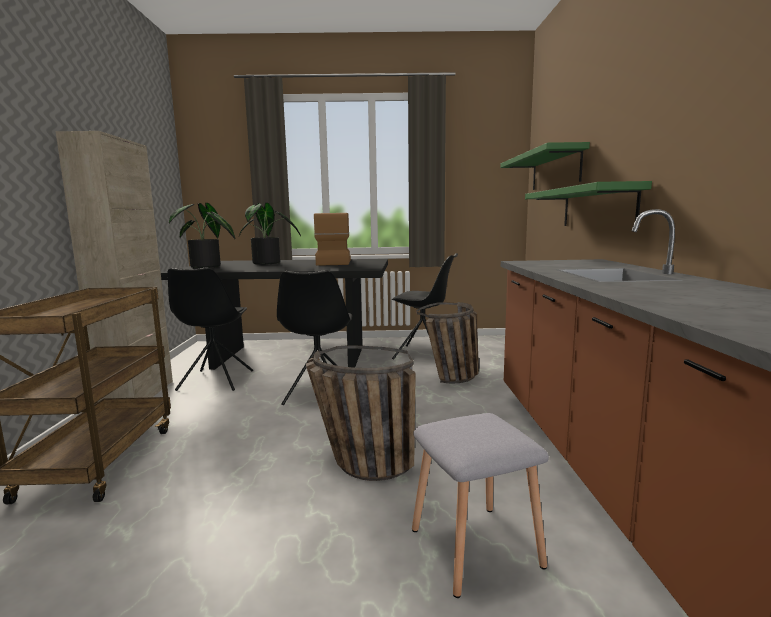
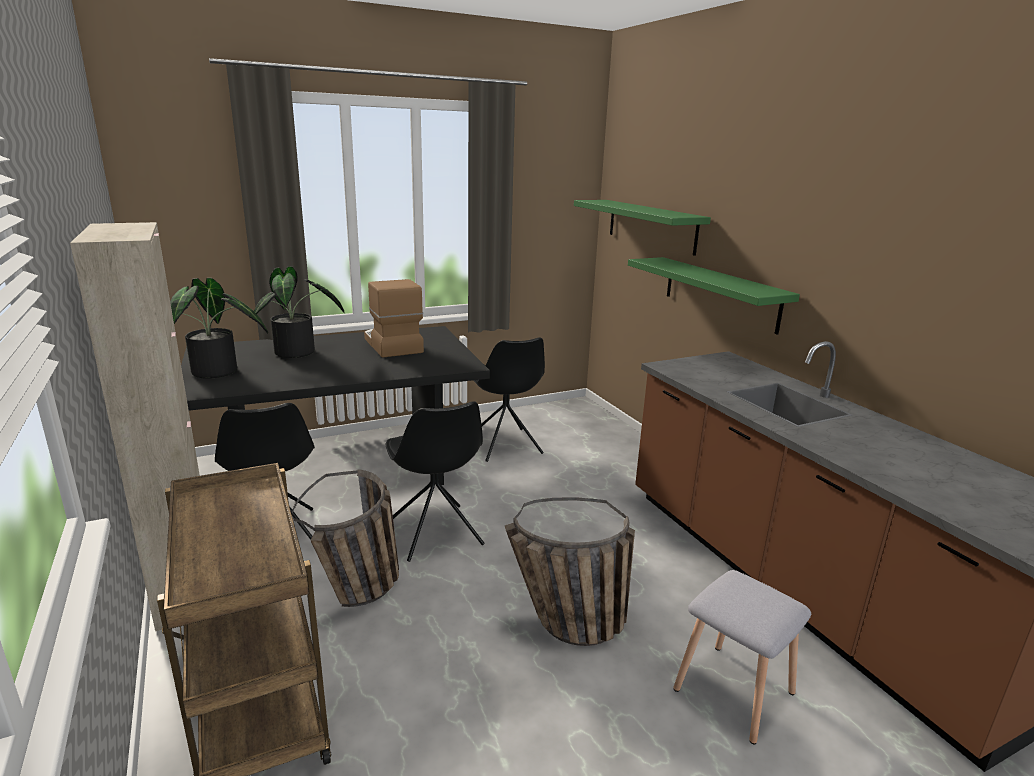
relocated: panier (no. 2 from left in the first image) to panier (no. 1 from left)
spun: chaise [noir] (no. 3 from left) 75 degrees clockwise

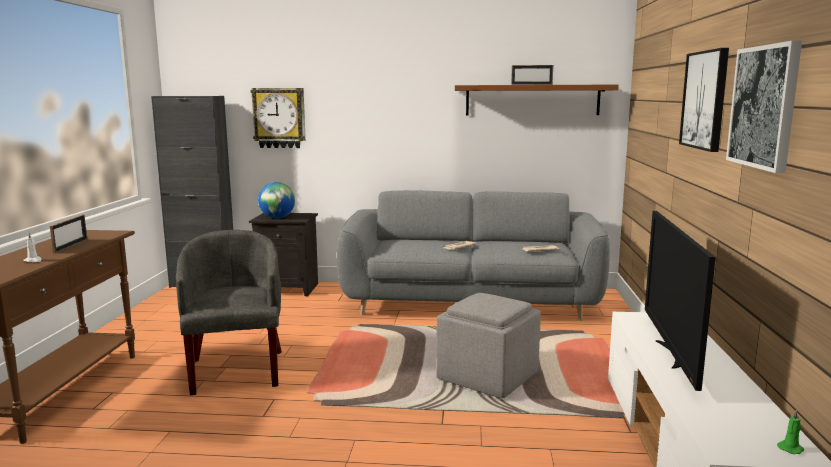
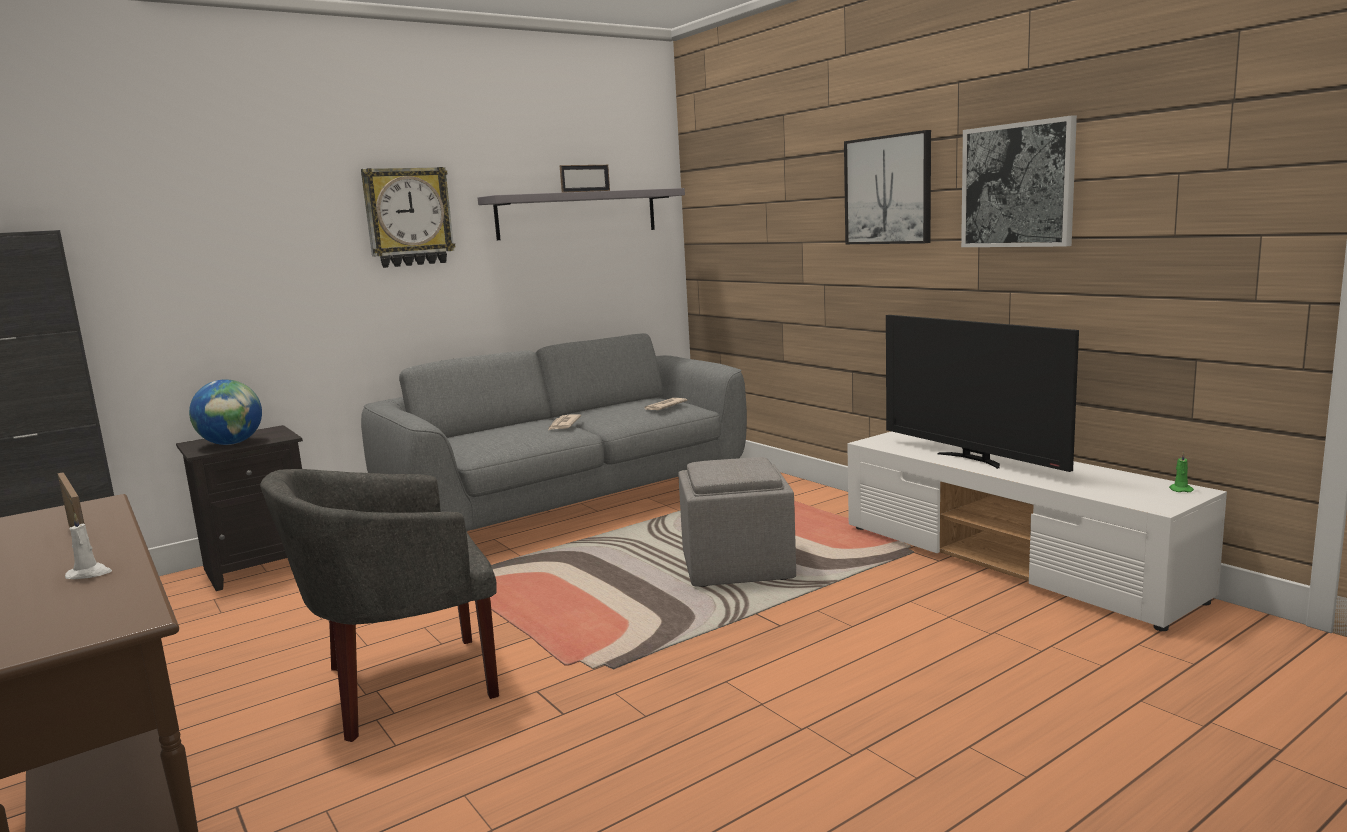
relocated: horloge murale
colour: étagère [marron] to étagère [gris]
spun: fauteuil [gris] 60 degrees counterclockwise

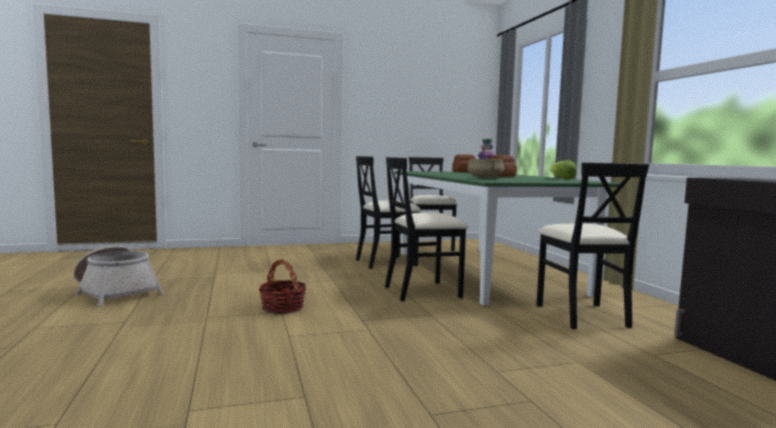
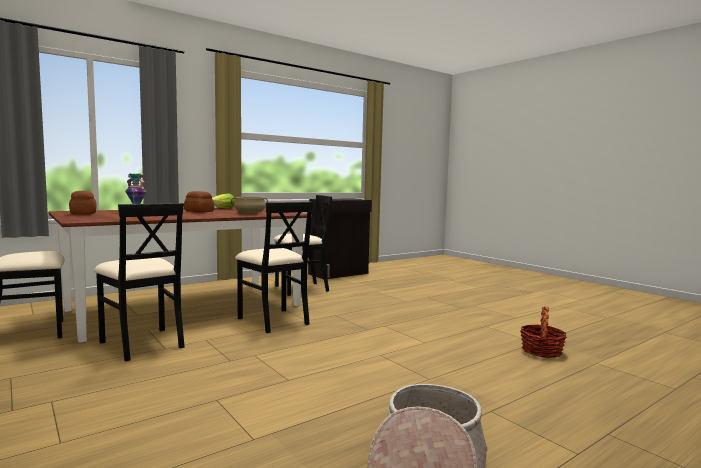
relocated: panier (no. 2 from left)
colour: table à manger [vert] to table à manger [marron]

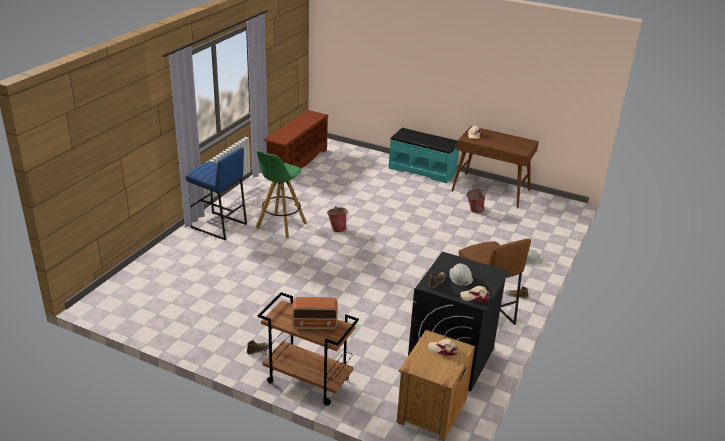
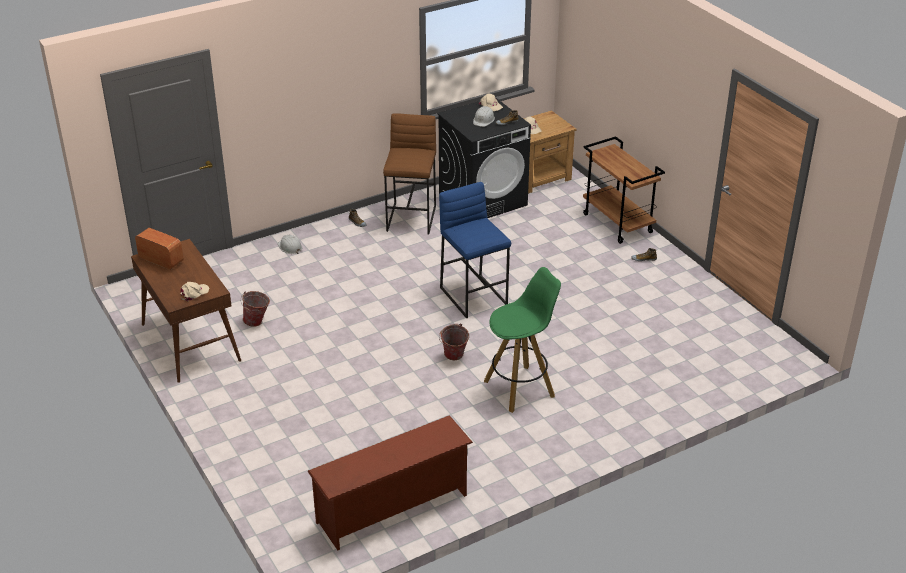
missing: banc [turquoise]
relocated: radio; tabouret [bleu]

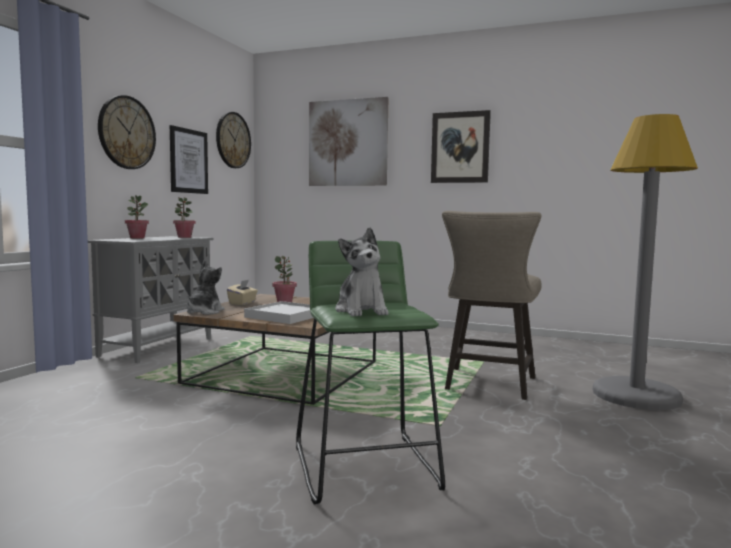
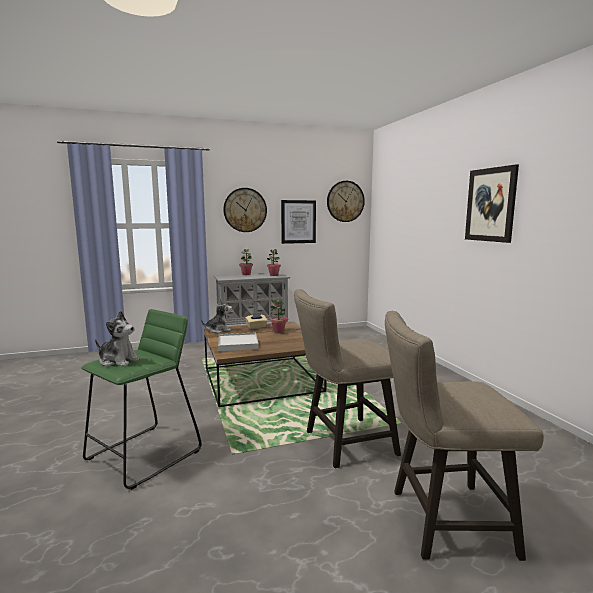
missing: tableau (no. 2 from left)
exchanged: lampadaire [gris] to tabouret [beige] (no. 2 from left)
spun: peluche (no. 2 from left in the first image) 105 degrees counterclockwise

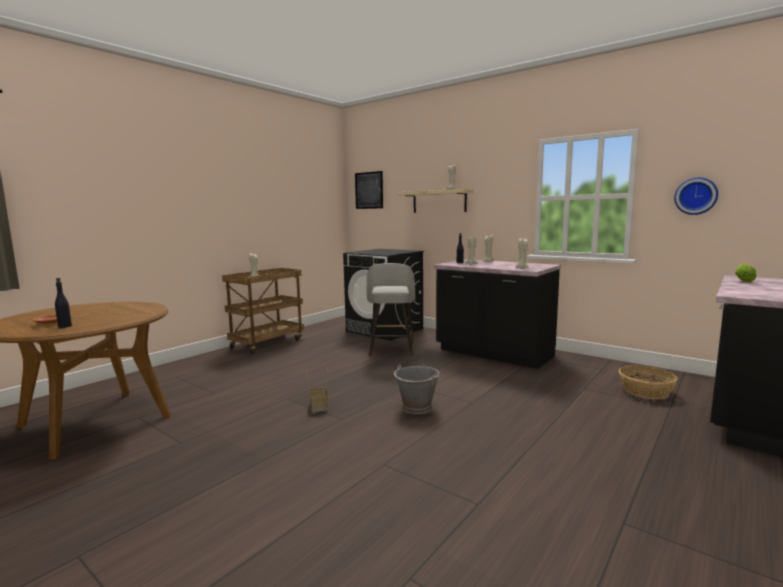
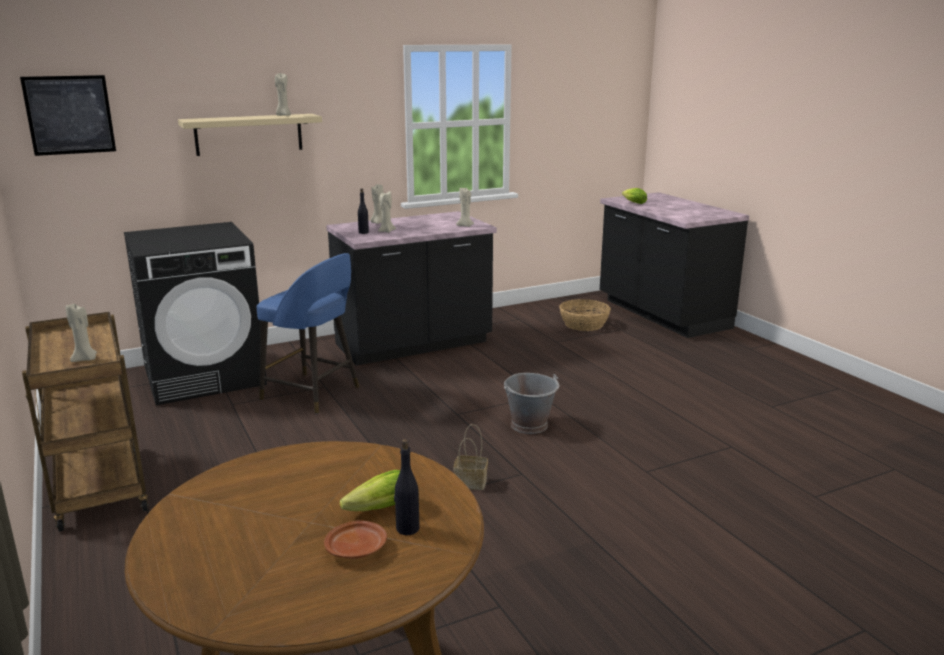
missing: horloge murale
appeared: laitue (no. 1 from left)
colour: tabouret [gris] to tabouret [bleu]

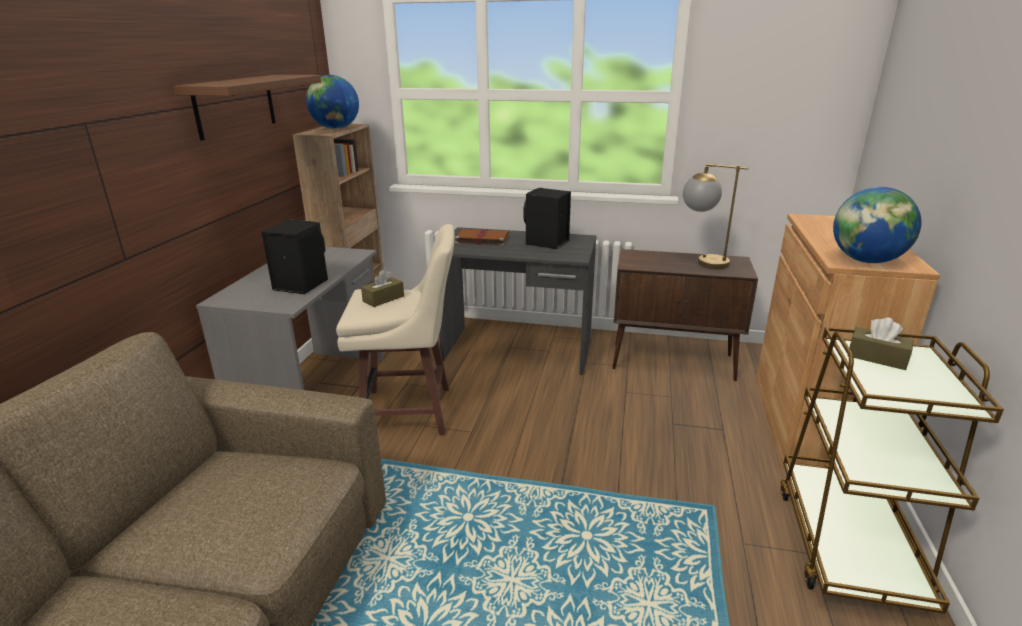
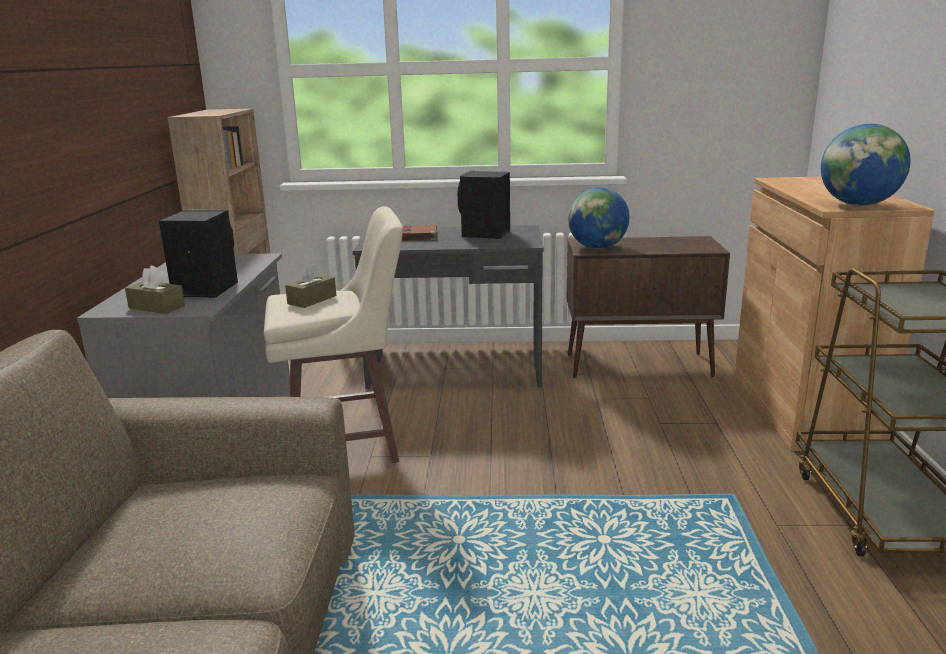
missing: étagère [marron]; lampe de table
relocated: boîte à mouchoirs [marron] (no. 2 from left in the first image) to boîte à mouchoirs [marron] (no. 1 from left); globe (no. 1 from left)

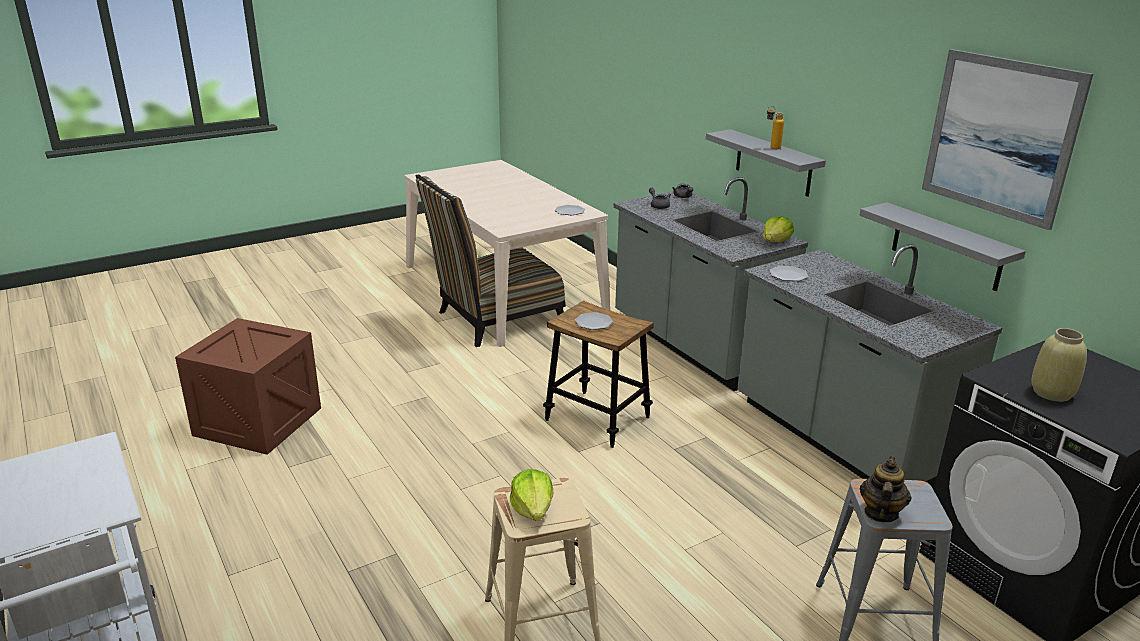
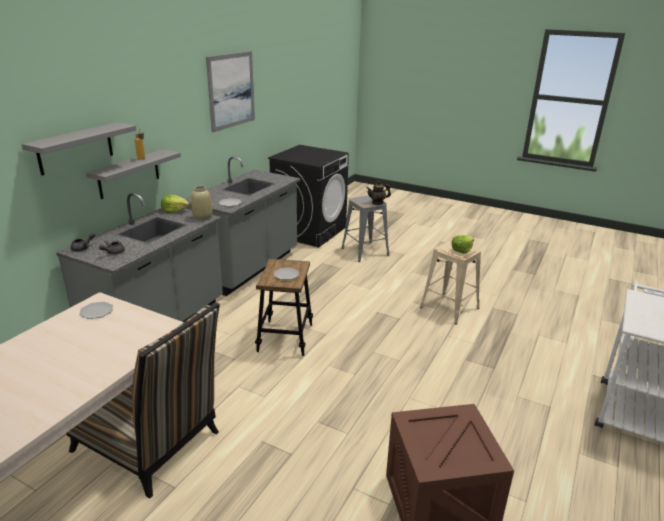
relocated: étagère [gris] (no. 2 from left in the first image) to étagère [gris] (no. 1 from left); vase [beige]

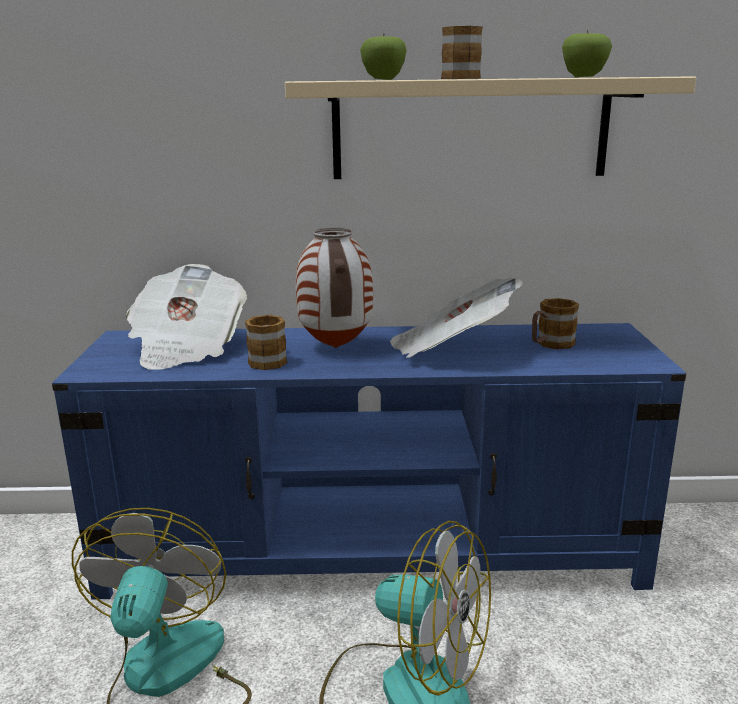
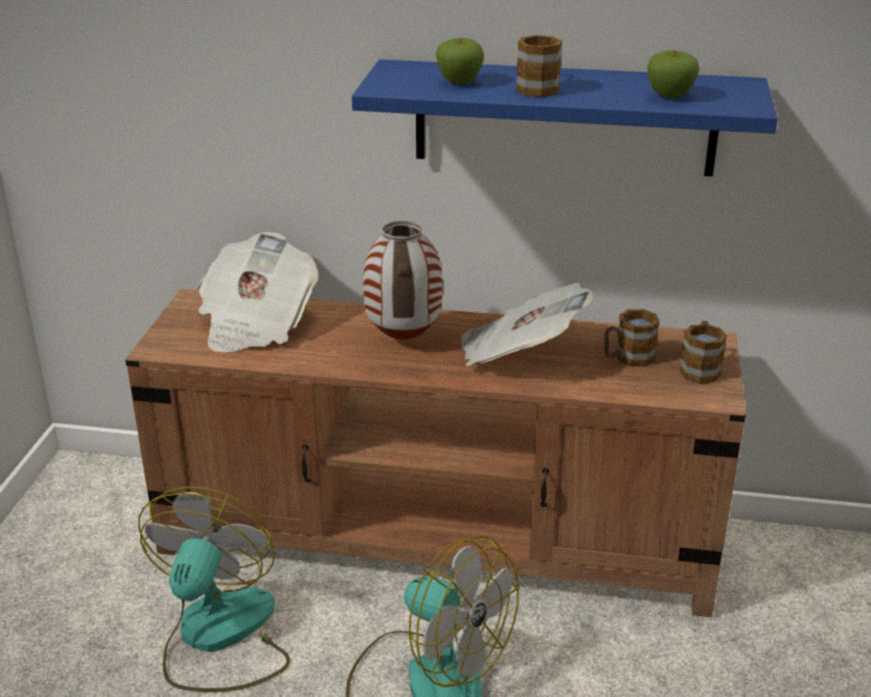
relocated: mug (no. 1 from left in the first image) to mug (no. 3 from left)
colour: meuble télé [bleu] to meuble télé [marron]; étagère [beige] to étagère [bleu]

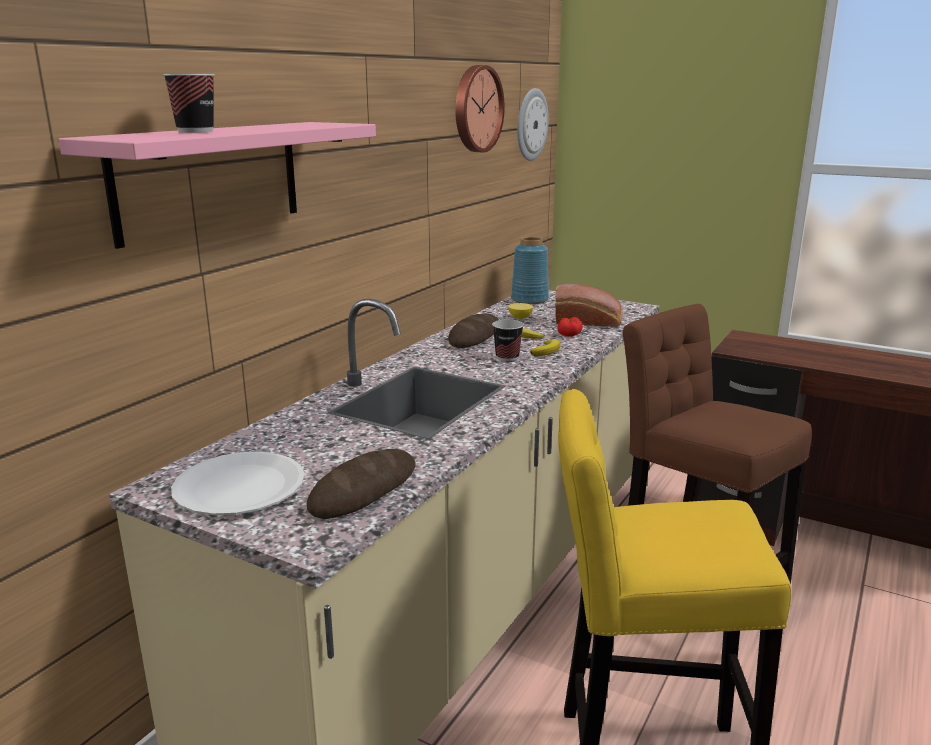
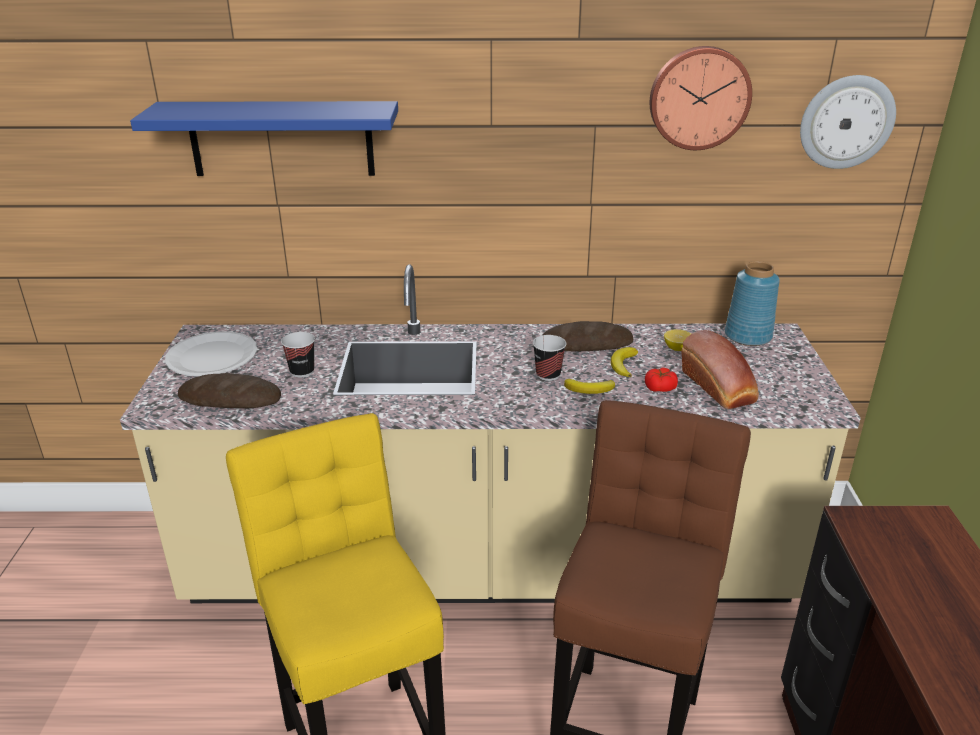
relocated: tasse (no. 1 from left)
colour: étagère [rose] to étagère [bleu]

